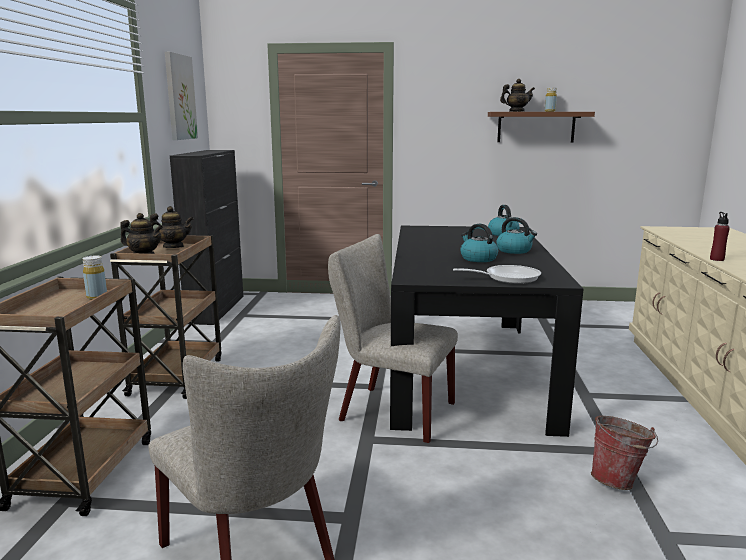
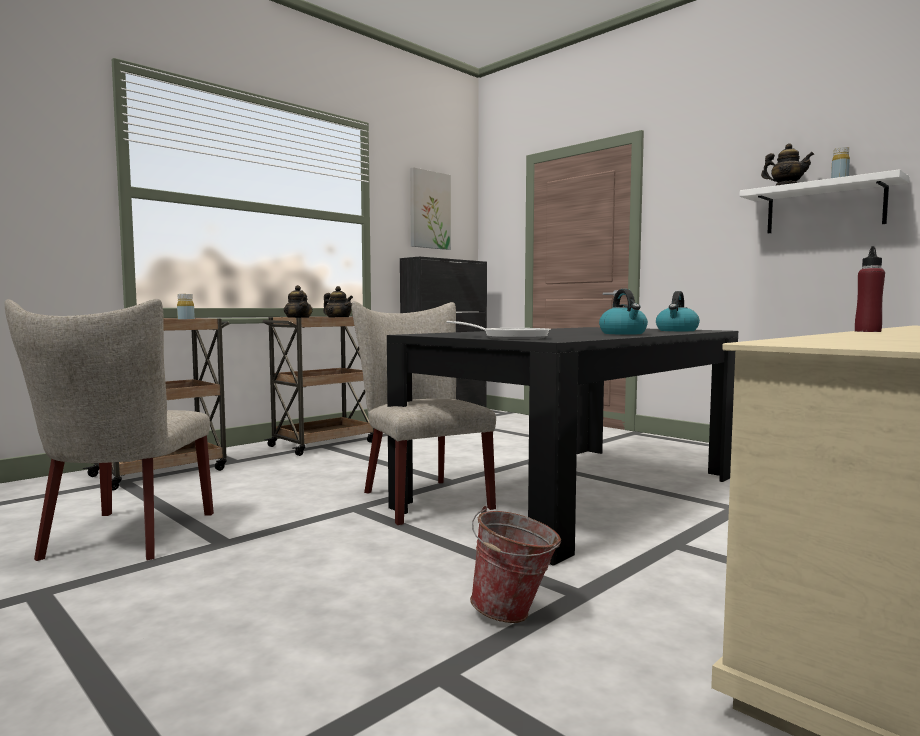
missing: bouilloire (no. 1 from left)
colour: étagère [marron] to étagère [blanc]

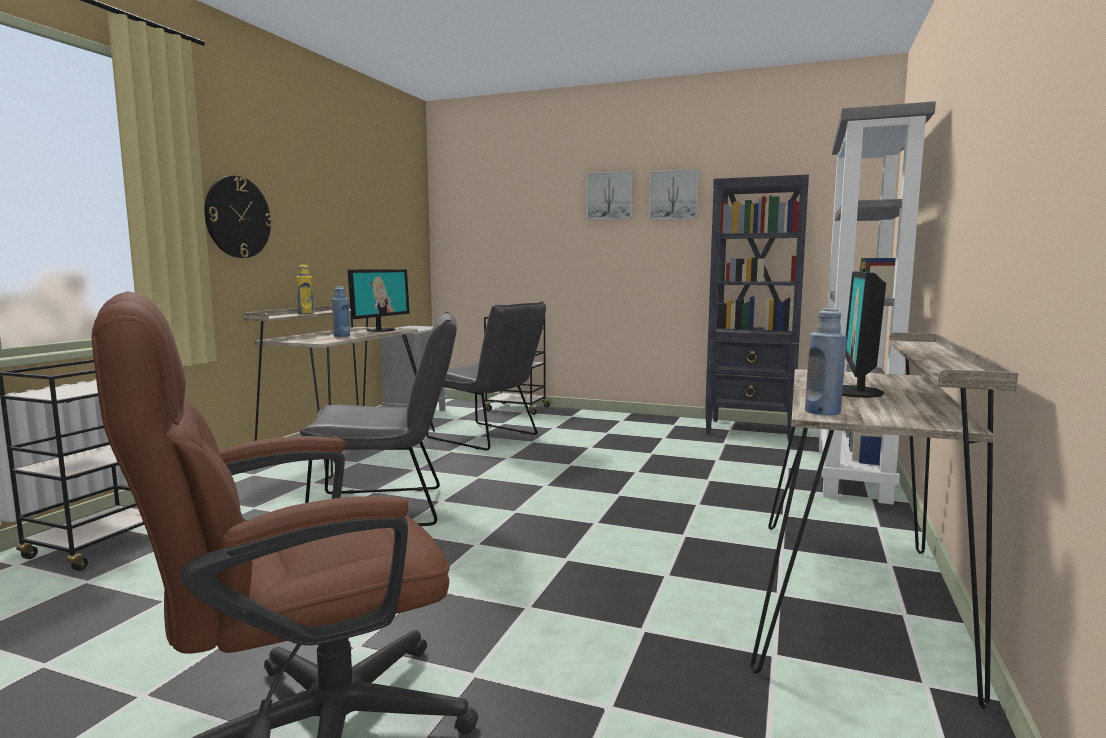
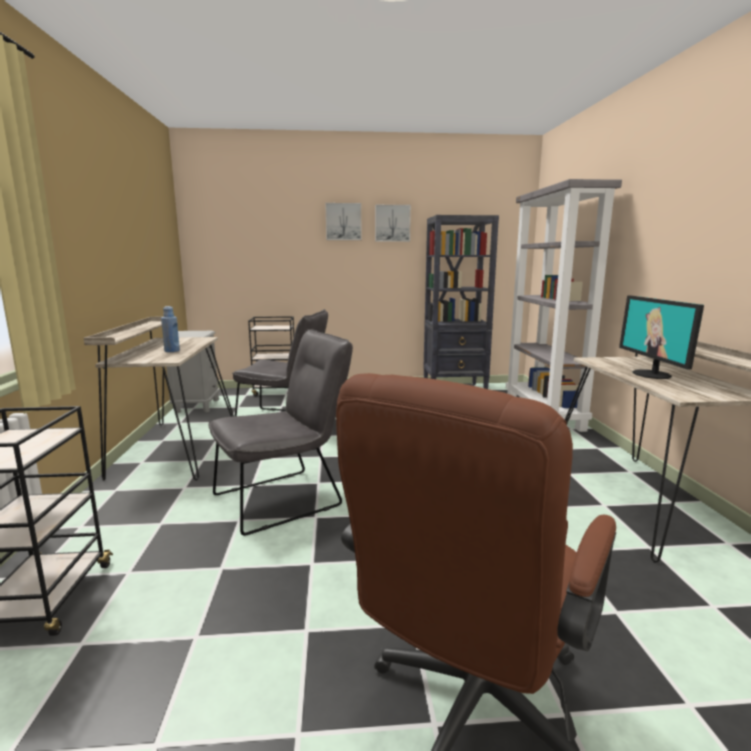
missing: horloge murale; bouteille [jaune]; écran d'ordinateur (no. 1 from left); bouteille [bleu] (no. 2 from left)

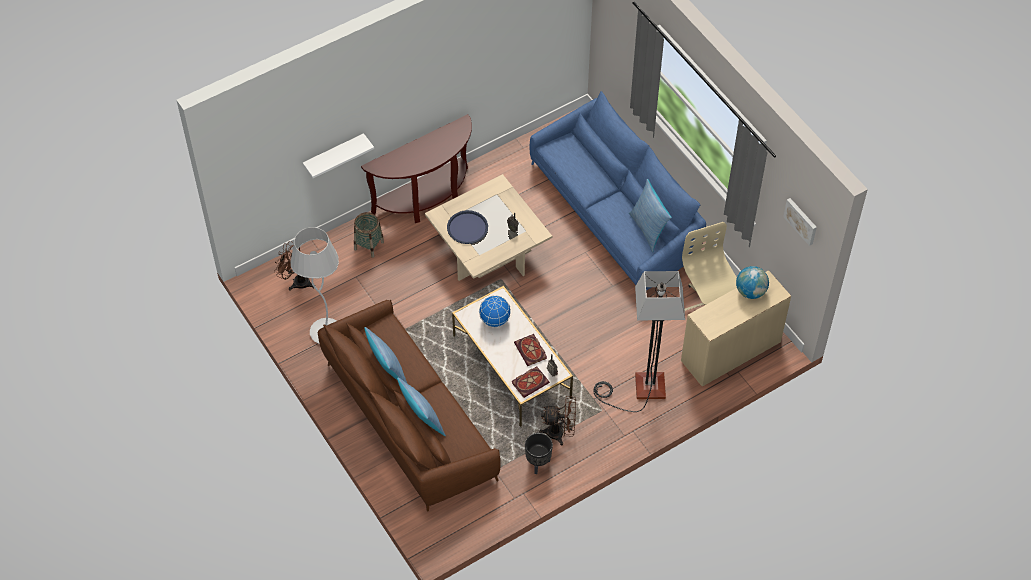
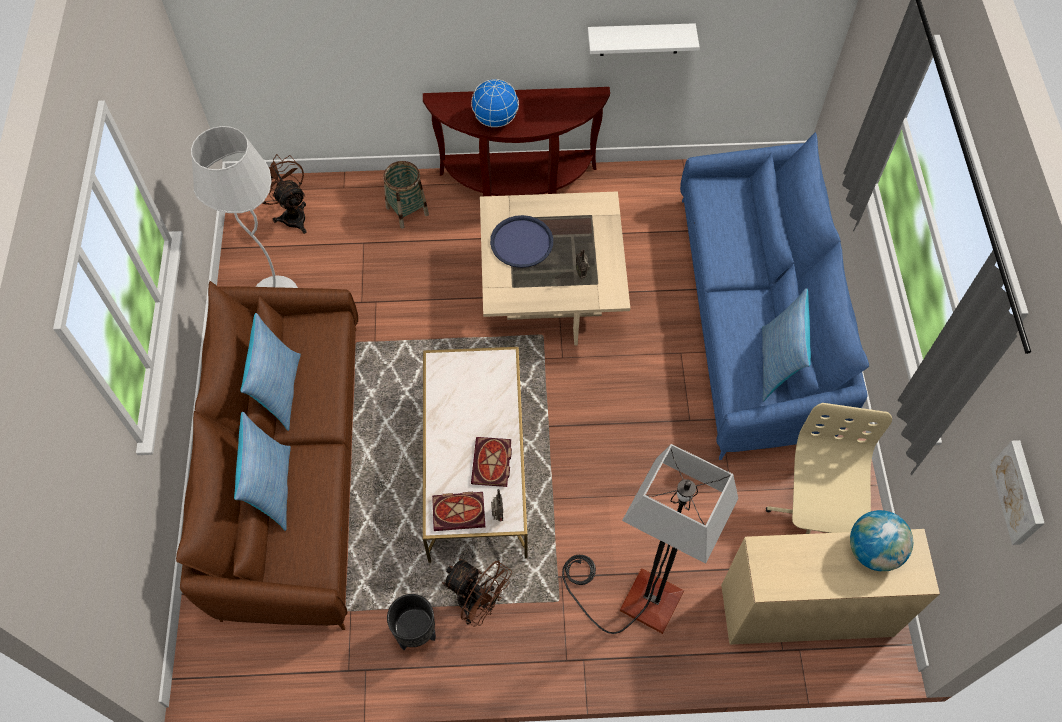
relocated: globe (no. 1 from left); étagère [blanc]

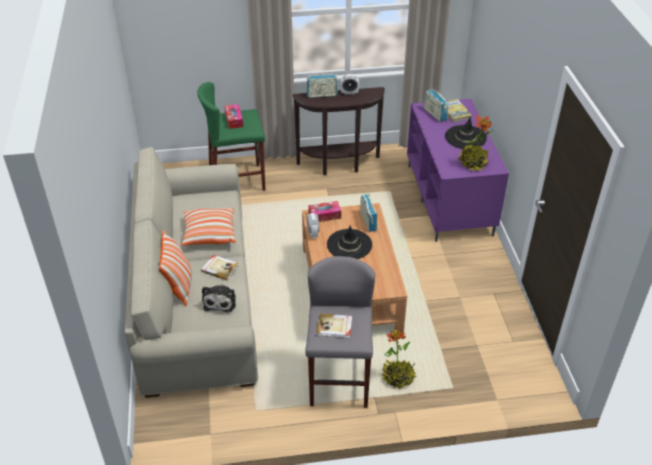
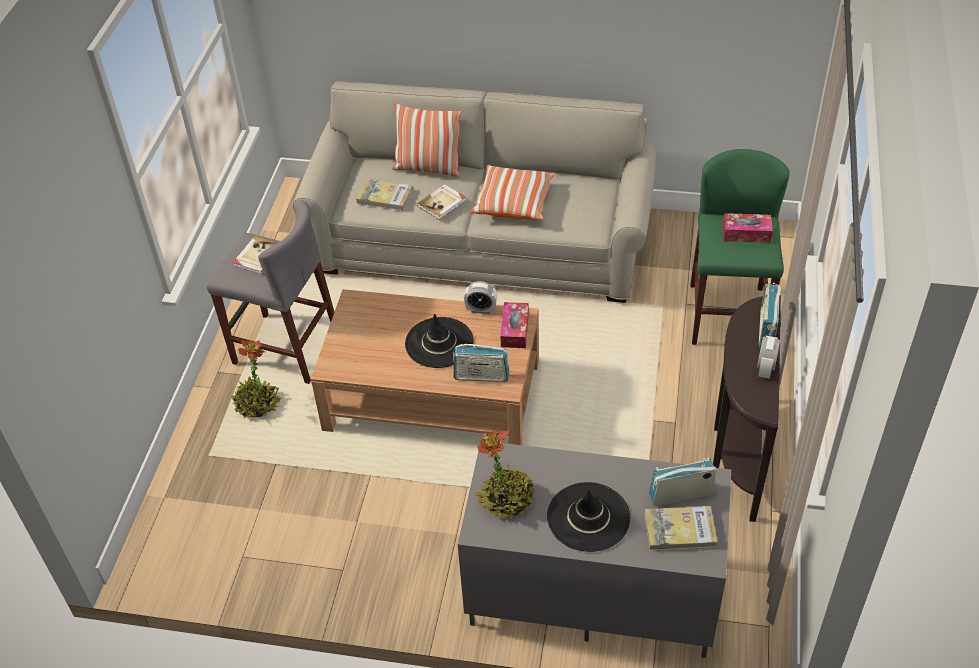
exchanged: peluche to livre (no. 2 from left)
colour: meuble télé [violet] to meuble télé [gris]

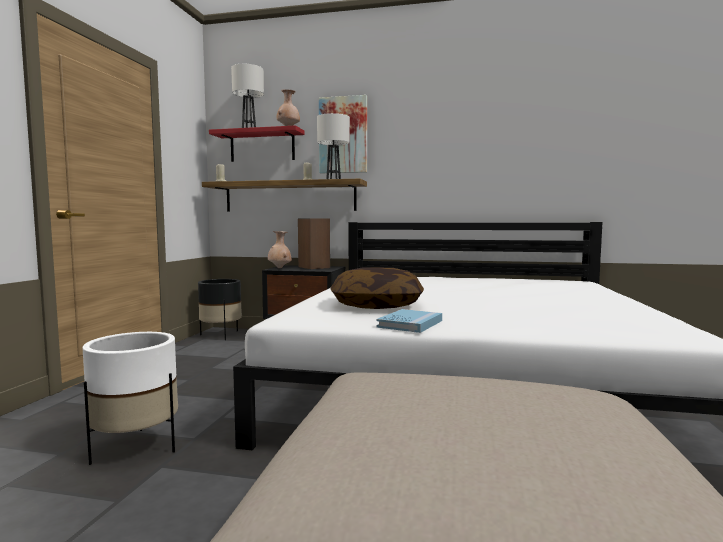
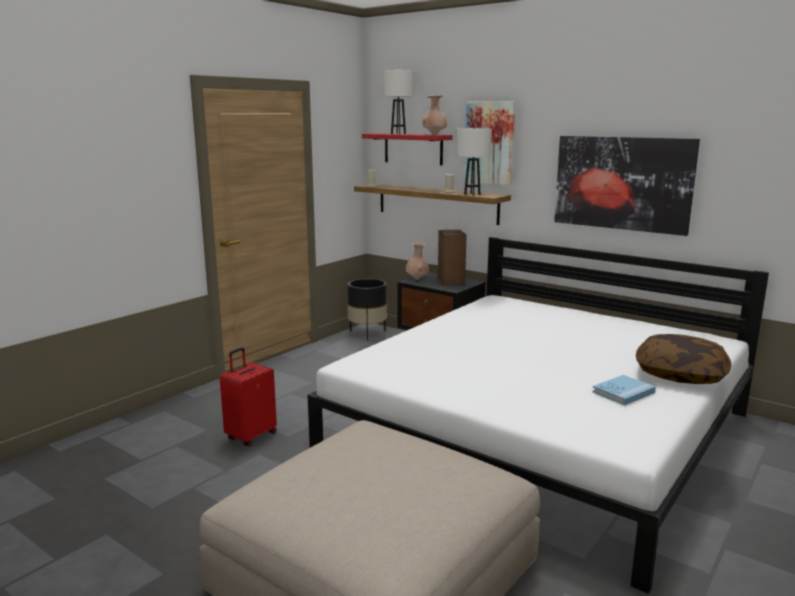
appeared: tableau (no. 2 from left)
relocated: livre [bleu]; coussin
exchanged: cache-pot [blanc] to valise [rouge]

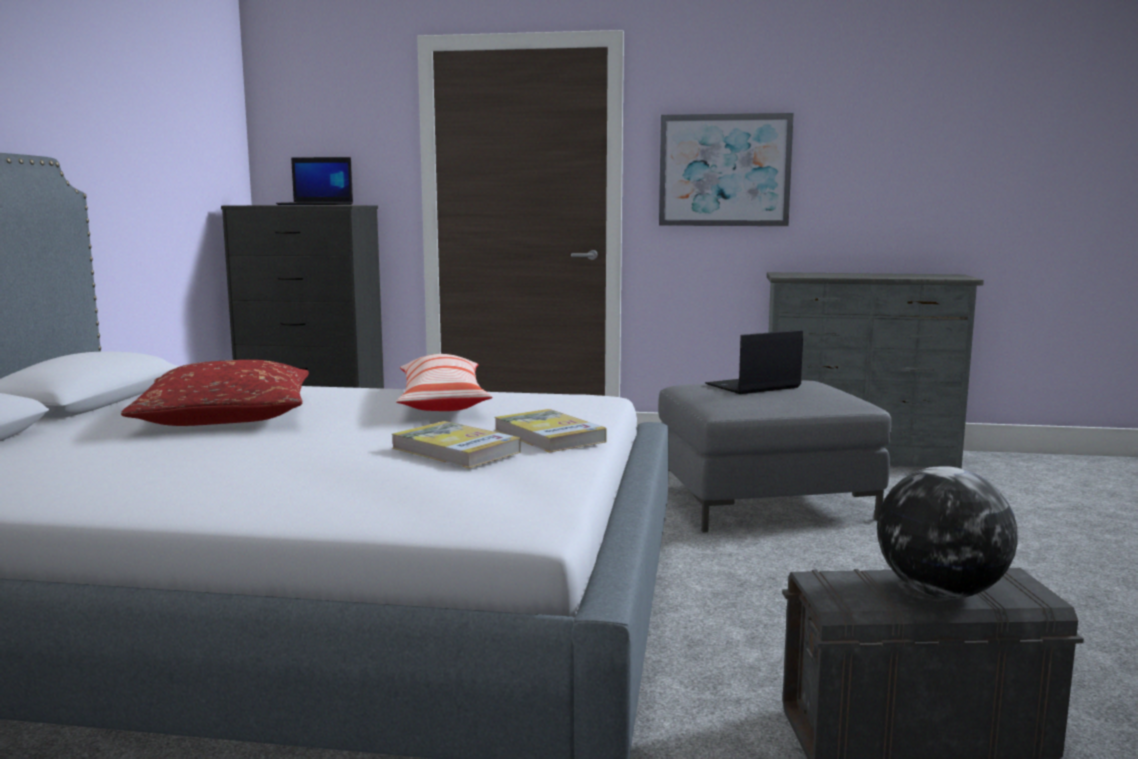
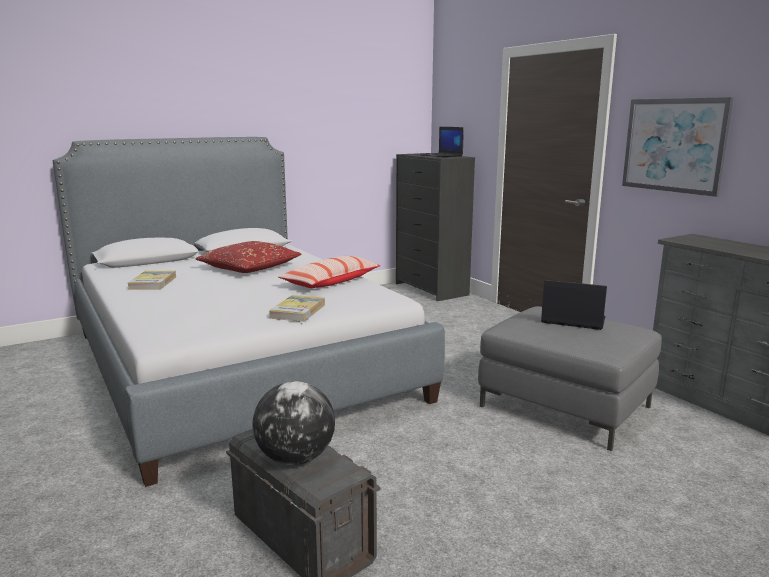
relocated: livre (no. 1 from left)

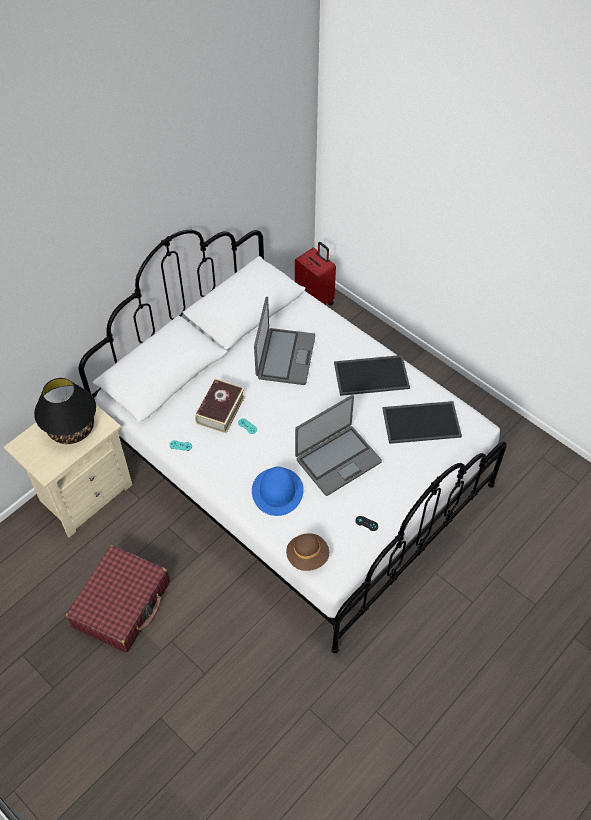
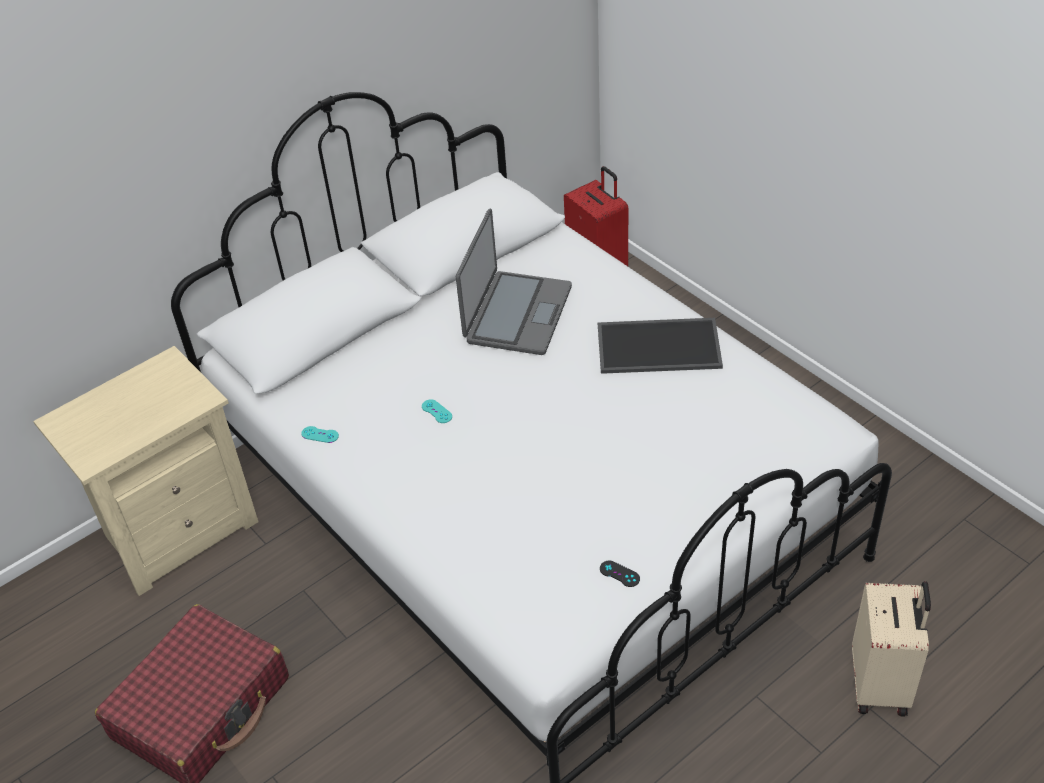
missing: lampe de table [noir]; livre; chapeau [bleu]; chapeau [marron]; ordinateur portable (no. 2 from left); plateau (no. 2 from left)
appeared: valise [beige]

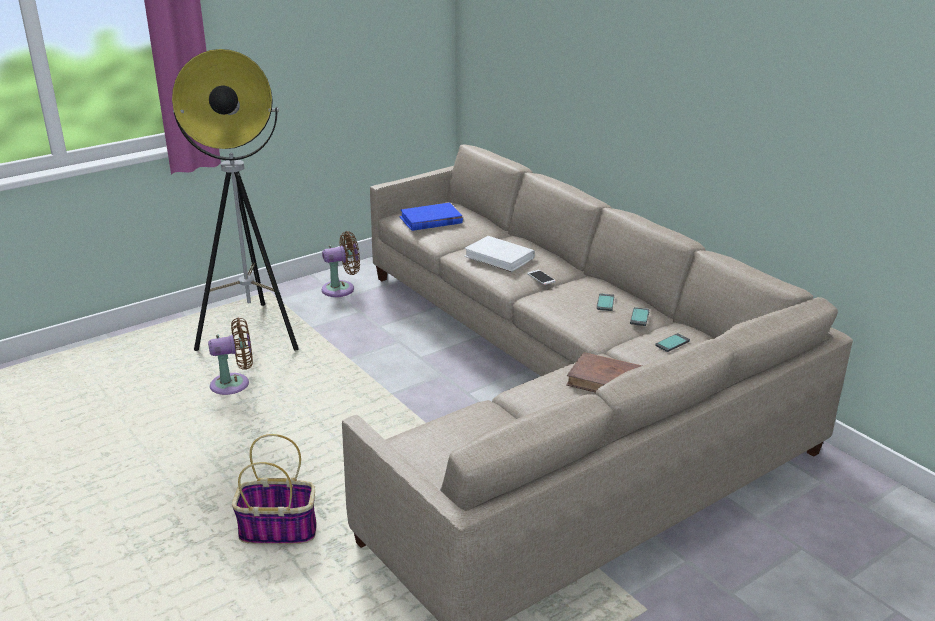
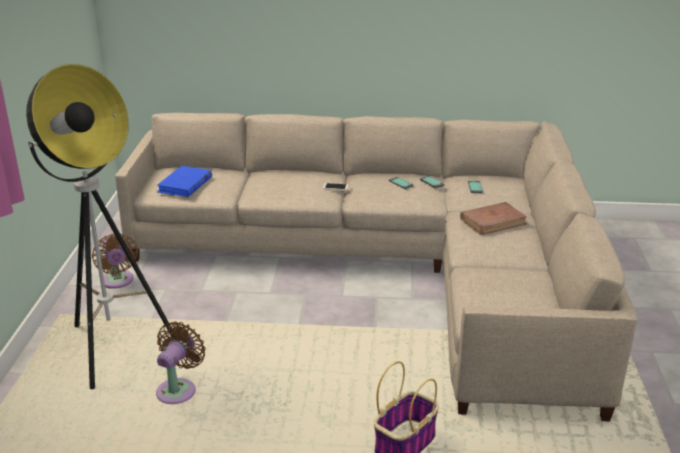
missing: livre [blanc]
spun: ventilateur [marron] (no. 2 from left in the first image) 135 degrees clockwise

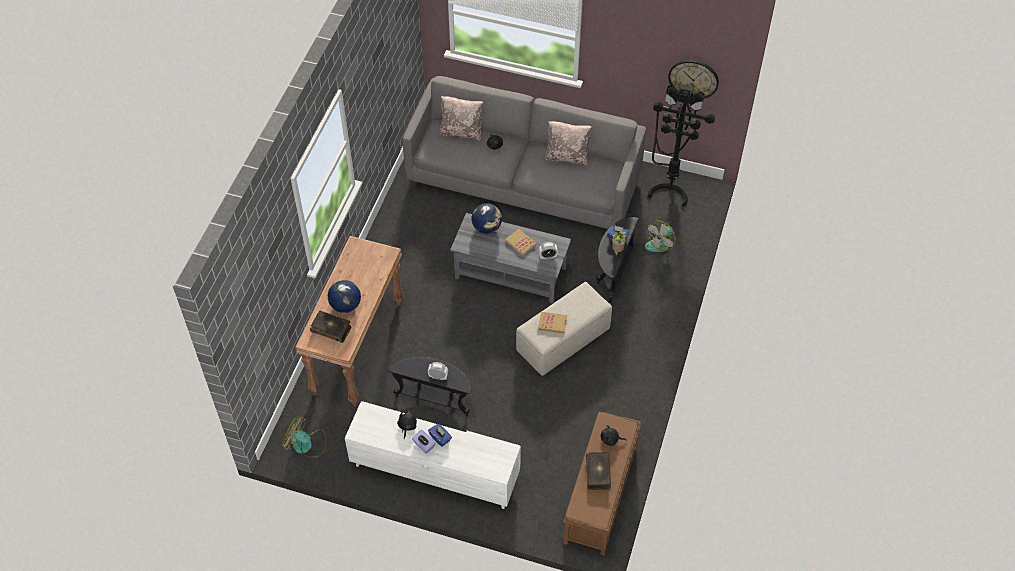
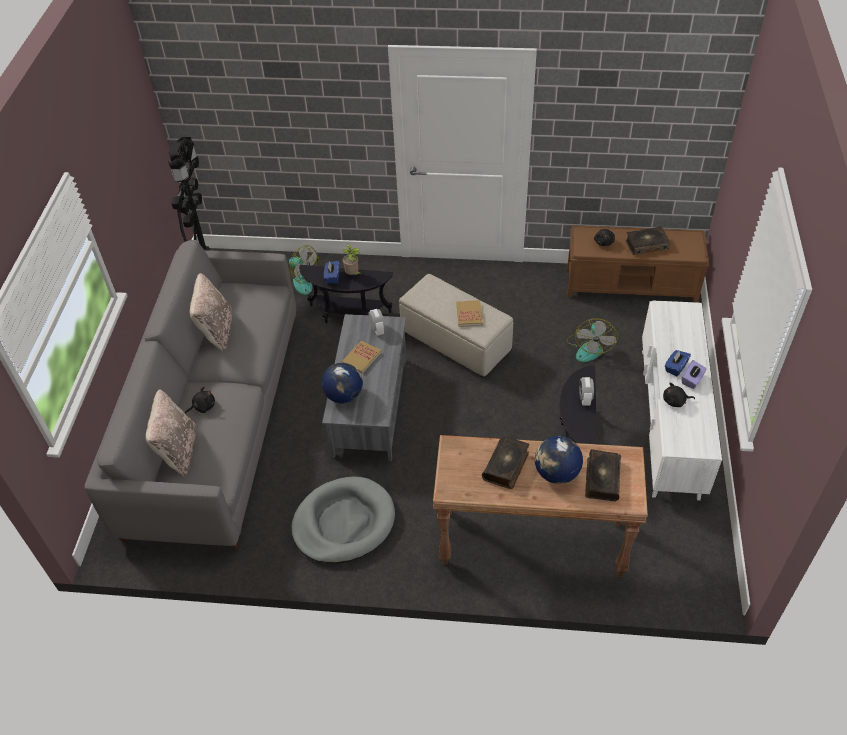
missing: horloge murale
appeared: panier pour chien [gris]; livre (no. 3 from left)
relocated: ventilateur (no. 1 from left in the first image) to ventilateur (no. 2 from left)

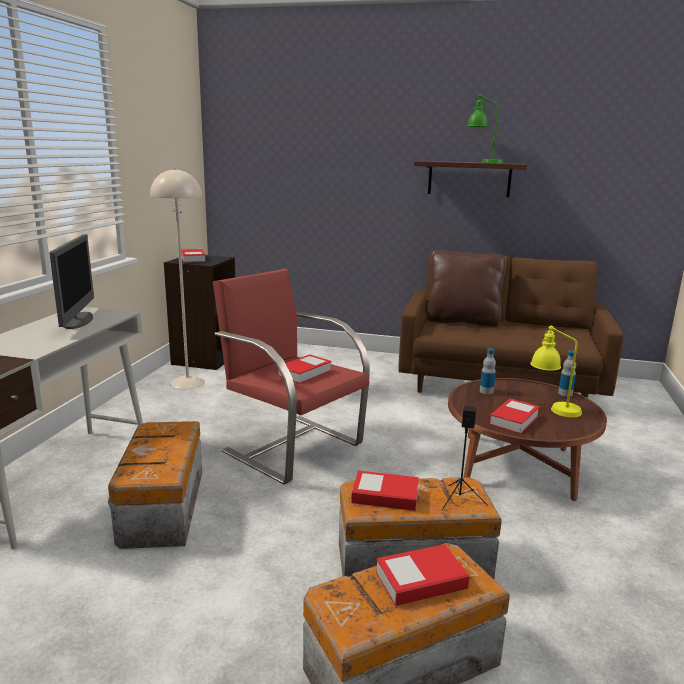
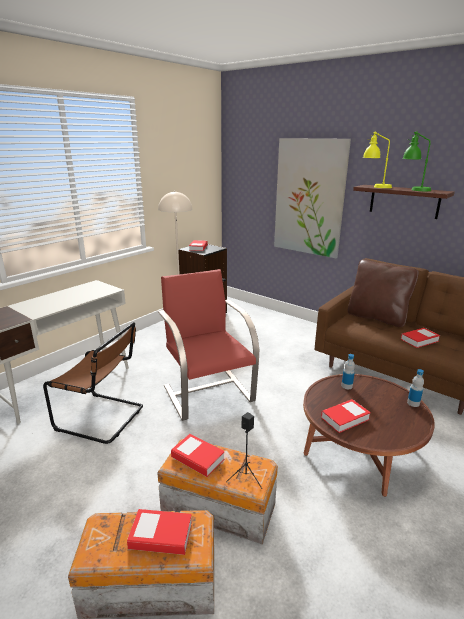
missing: écran d'ordinateur
appeared: tableau
relocated: lampe de table [jaune]; livre (no. 2 from left in the first image) to livre (no. 5 from left)
exchanged: boîte de rangement (no. 1 from left) to chaise [marron]

